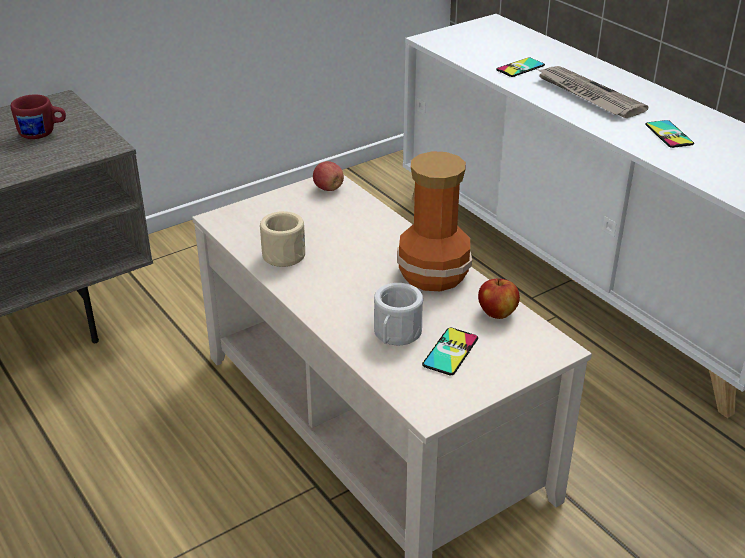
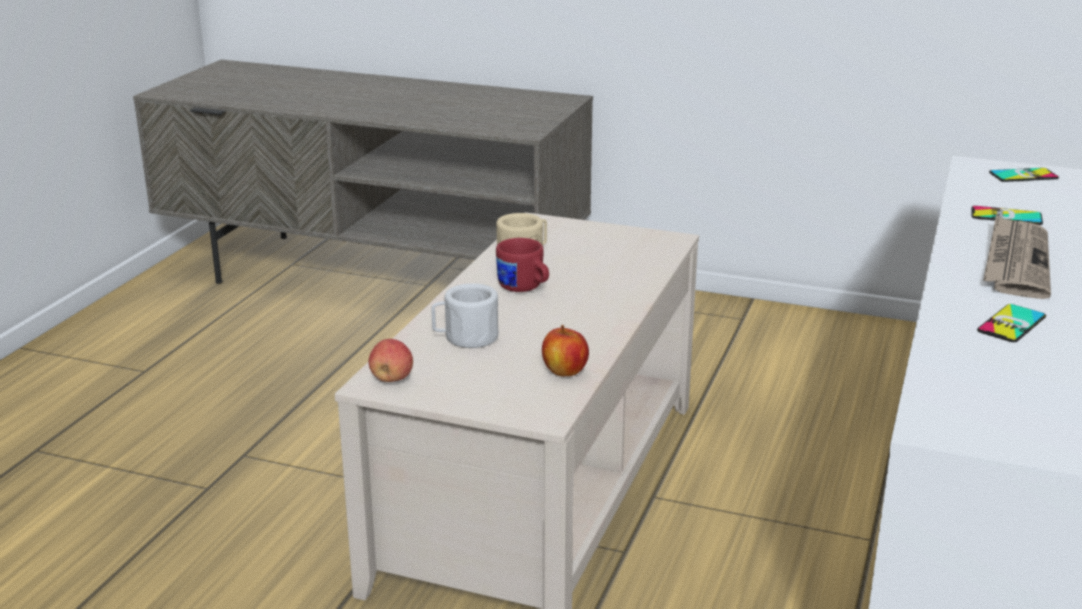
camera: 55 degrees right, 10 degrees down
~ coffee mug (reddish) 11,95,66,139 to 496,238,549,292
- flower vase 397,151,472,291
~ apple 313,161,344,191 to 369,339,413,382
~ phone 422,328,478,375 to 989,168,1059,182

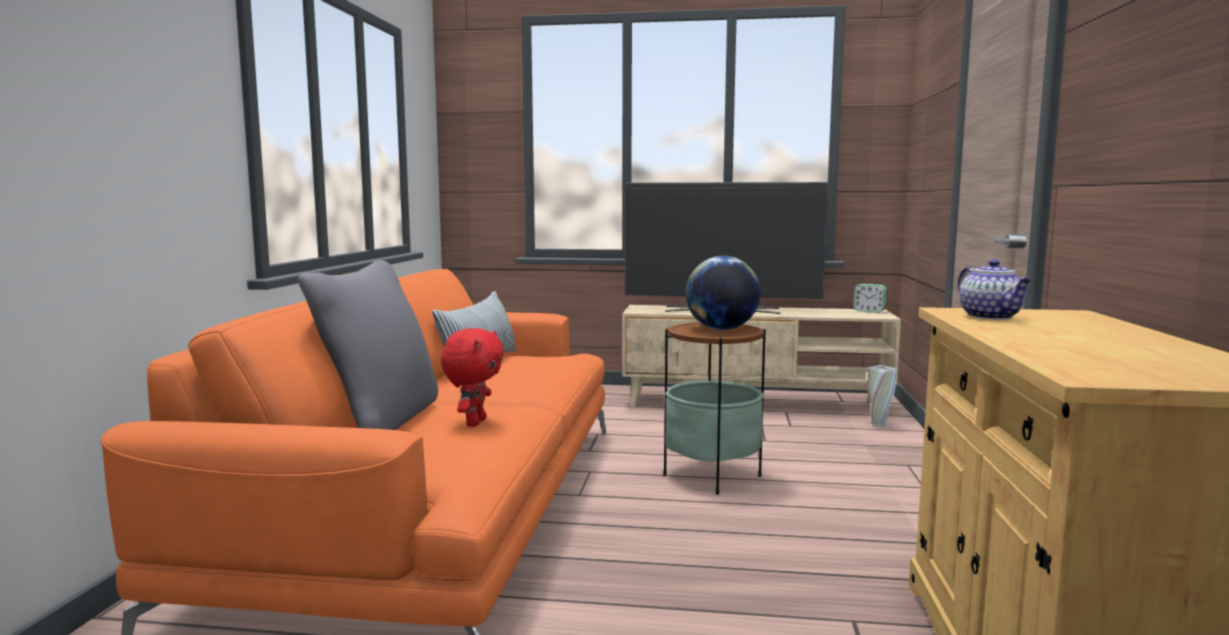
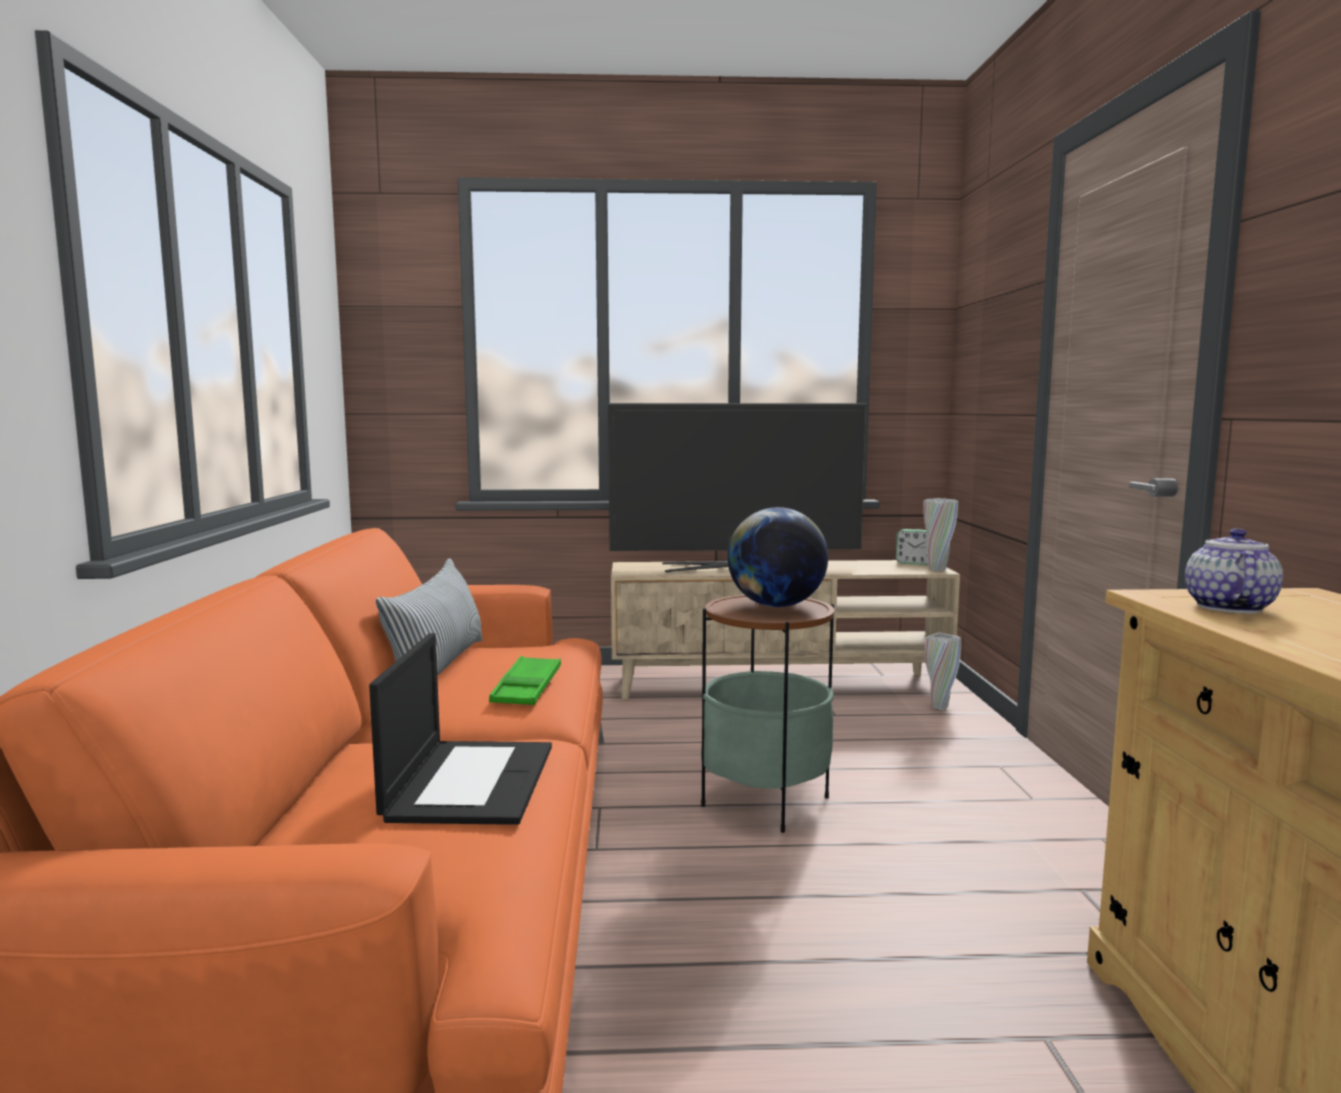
camera: 10 degrees left, 0 degrees up
~ tea pot 958,259,1032,320 = 1185,528,1283,613 135 degrees counterclockwise
- throw pillow (grey) 298,260,438,430
~ cuddly toy (reddish) 441,328,504,427 to portable computer 369,633,552,825
+ flower vase (white) 923,498,958,571
+ tray (greenish) 489,656,561,705

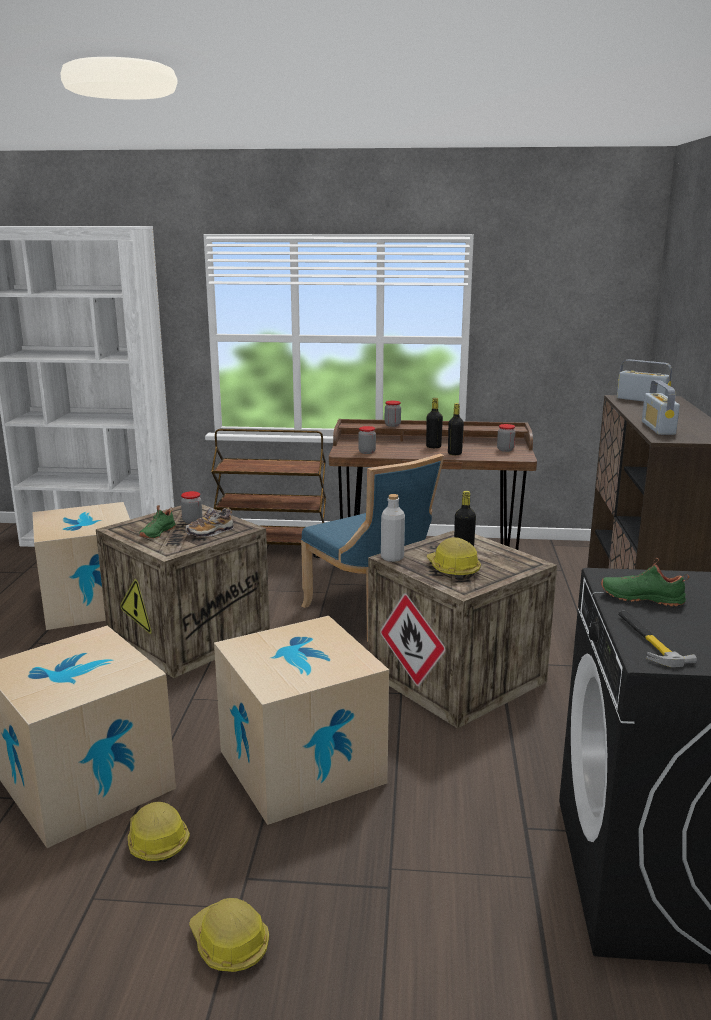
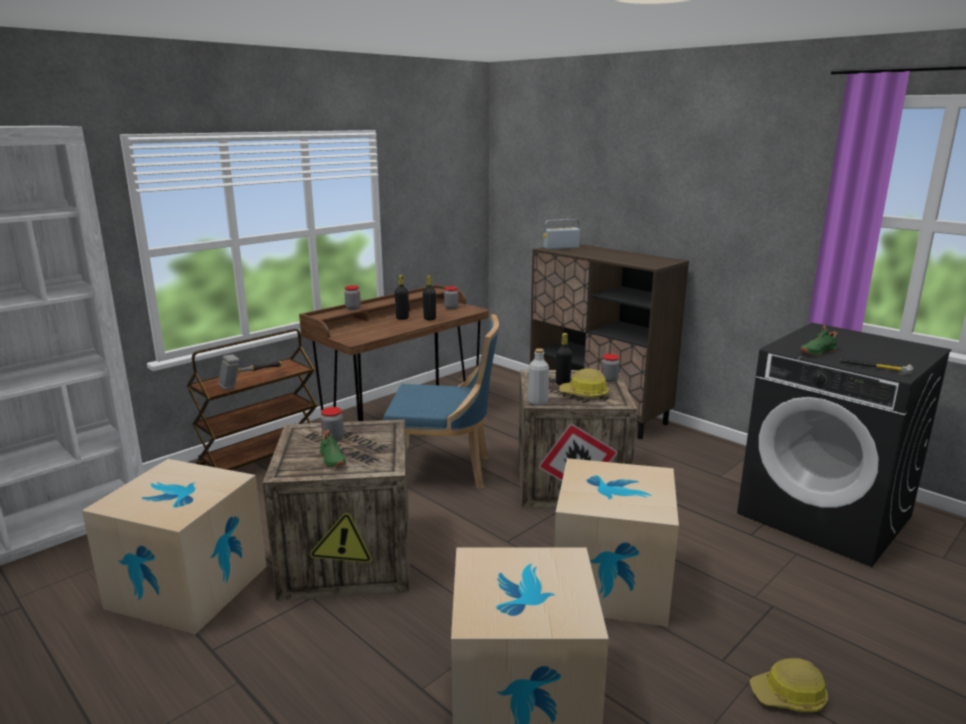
camera: 50 degrees left, 0 degrees up
- radio set 642,380,680,435
~ storage jar 358,426,376,454 to 601,354,620,382
- low shoe 185,508,234,537
- work helmet 128,802,190,863
+ hand hammer 218,354,283,390

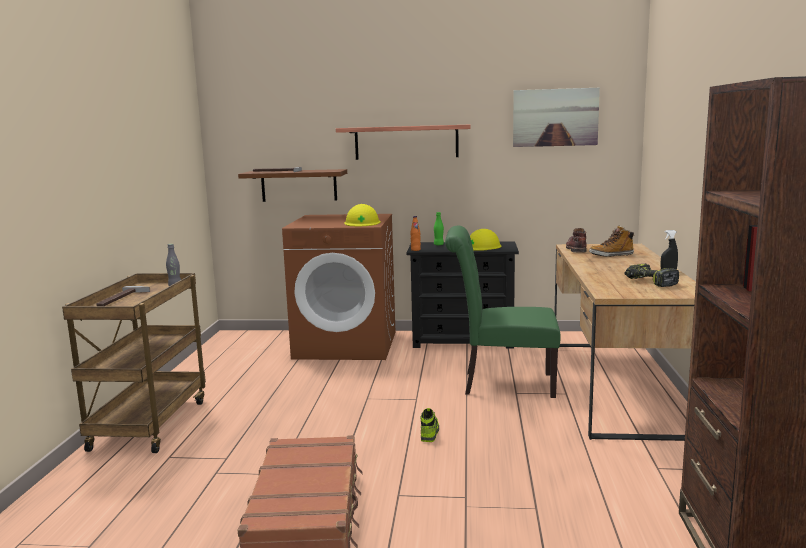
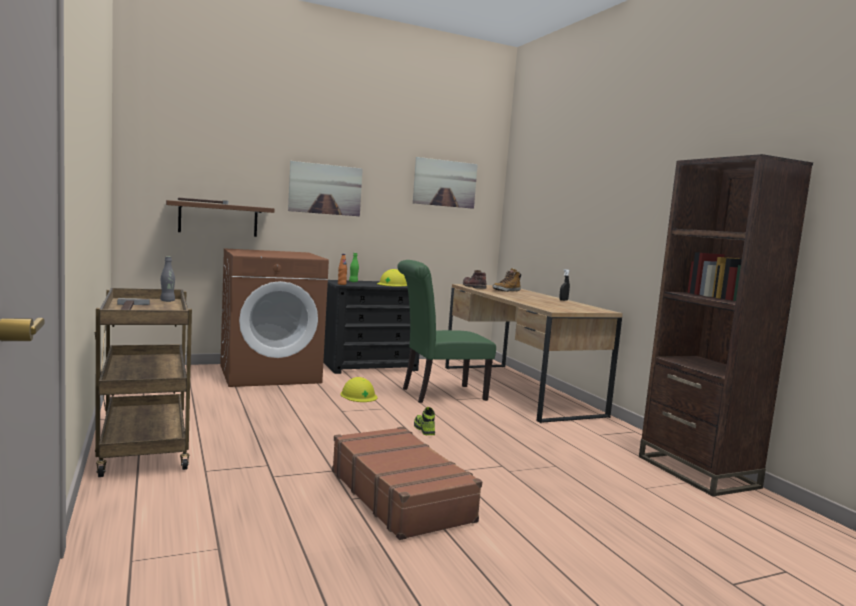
camera: 30 degrees left, 5 degrees down
~ wall shelf 336,125,470,160 to wall art 288,161,363,216
~ work helmet (yellowish) 344,204,380,226 to 340,377,378,402
- power drill 625,264,679,287

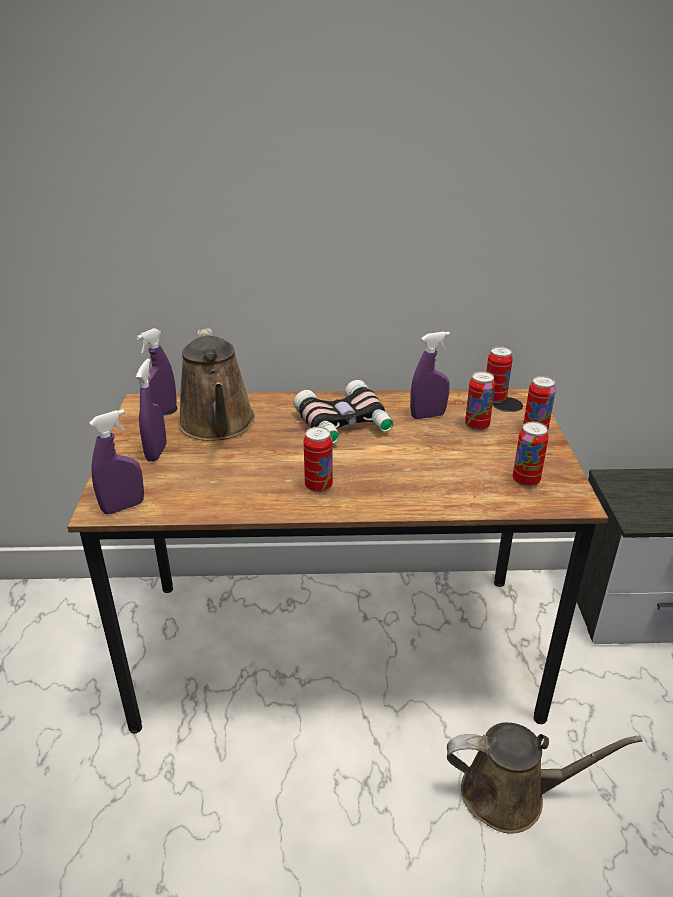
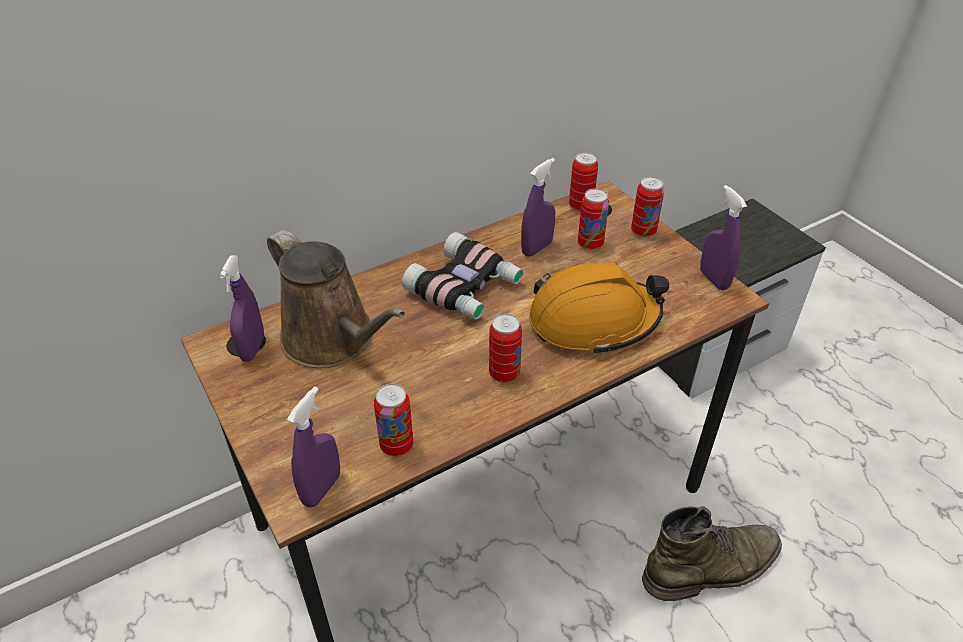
camera: 30 degrees left, 10 degrees up
~ sprayer (purple) 136,359,167,462 to 700,185,747,290
~ metal can 513,422,549,487 to 374,383,413,457
~ watering pot (brown-coloured) 447,722,643,834 to high-top boot (greenish) 642,506,782,601
+ work helmet (orangey) 529,263,669,355

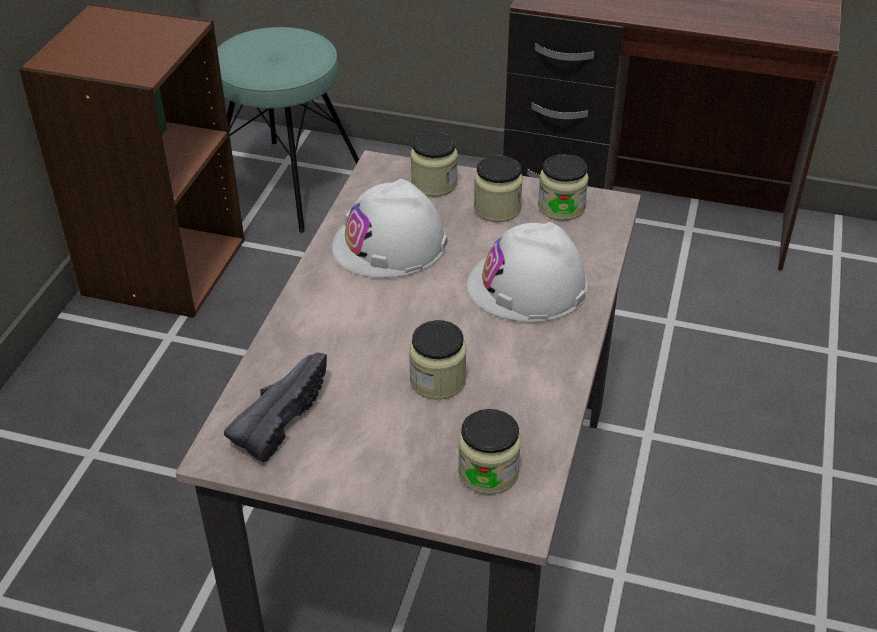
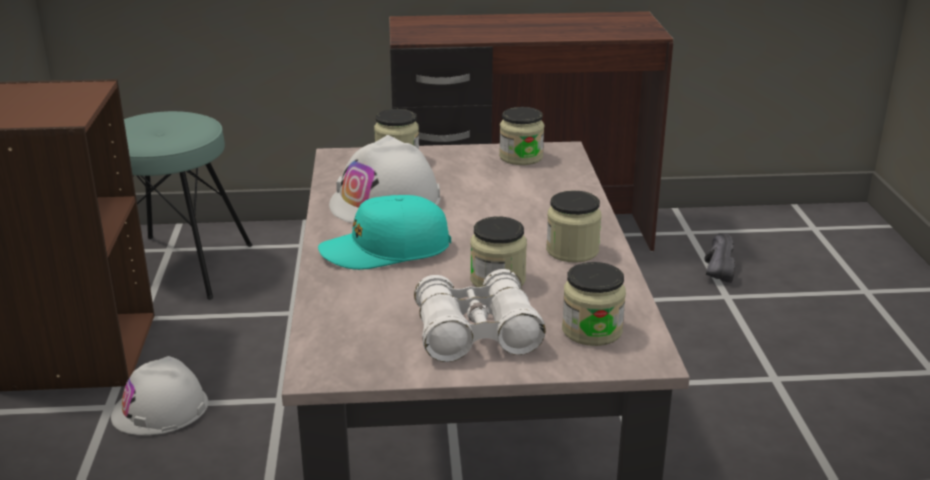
camera: 20 degrees left, 15 degrees down
~ storage jar 474,156,523,222 to 546,191,601,263
~ work helmet (white) 467,222,589,322 to 111,356,209,435
~ low shoe (blackish) 224,352,327,462 to 704,233,735,283
+ cap (turquoise-coloured) 318,195,451,270
+ binoculars (white) 414,269,546,362

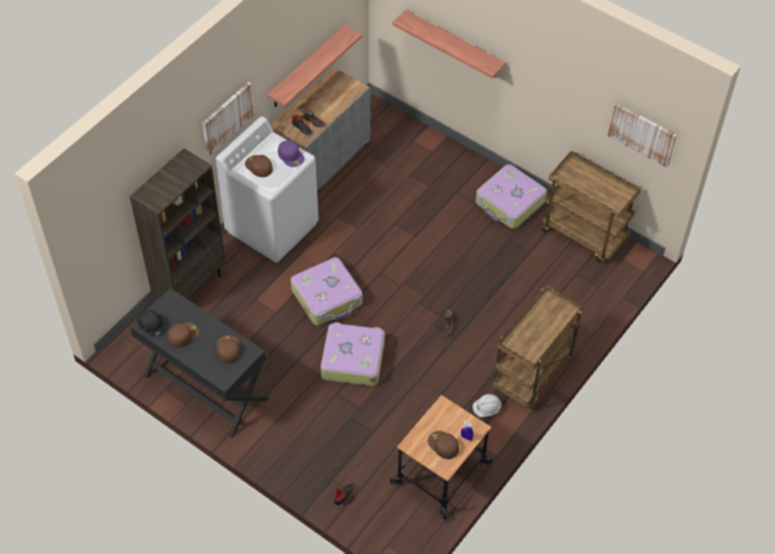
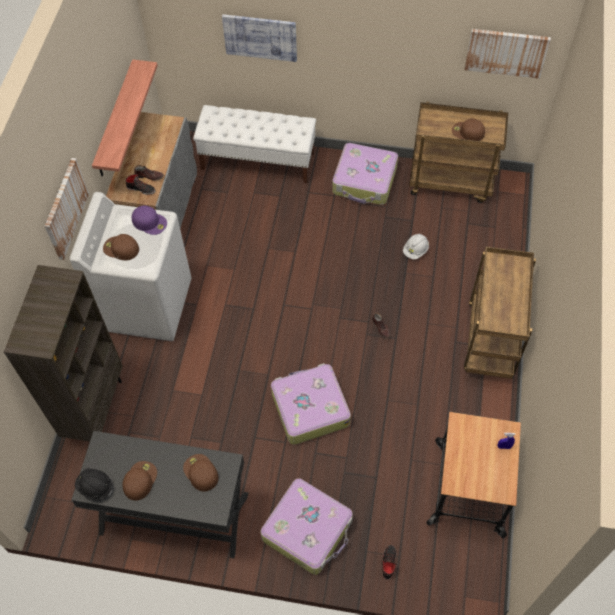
camera: 25 degrees left, 5 degrees up
~ wall shelf 392,10,506,79 to wall art 222,14,297,62
~ suitcase 291,257,363,325 to 261,478,353,575
~ work helmet (white) 473,394,502,417 to 403,234,429,259
~ cap (brown-coloured) 428,431,459,459 to 452,118,485,141
+ indoor bench (white) 193,105,316,183

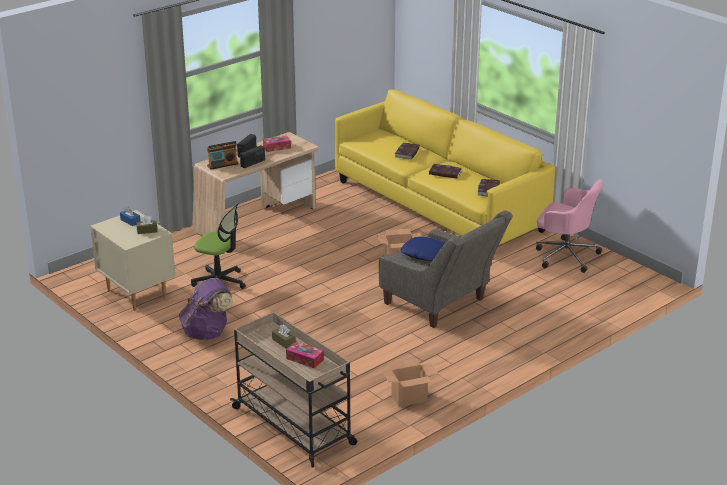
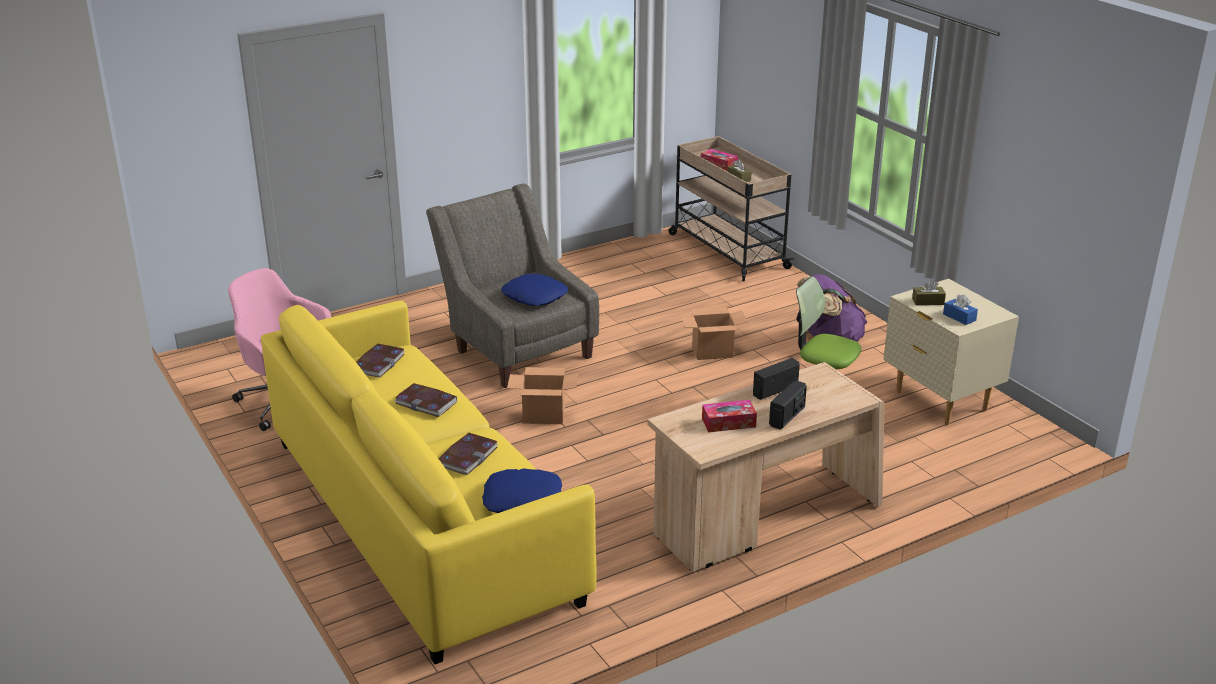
camera: 170 degrees left, 0 degrees up
- radio set 207,141,239,170
~ cardboard box 382,358,438,407 to 680,307,748,360
+ throw pillow (blue) 482,468,562,513

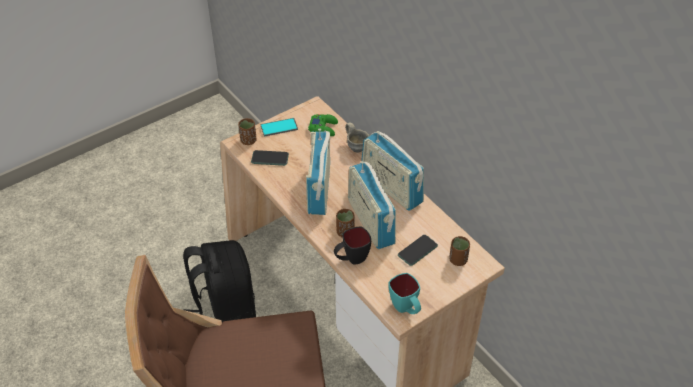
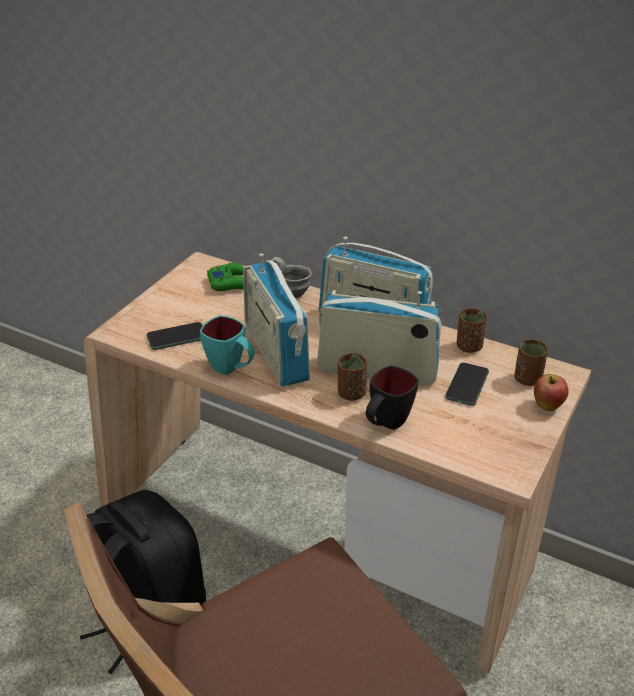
camera: 25 degrees left, 10 degrees down
~ cup (brown-coloured) 238,118,257,145 to 457,308,487,353
- phone 261,118,298,136
~ radio set 348,161,396,249 = 317,290,441,386 150 degrees clockwise
~ coffee mug (turquoise-coloured) 388,273,421,314 to 200,316,255,375
+ apple 534,374,569,411

